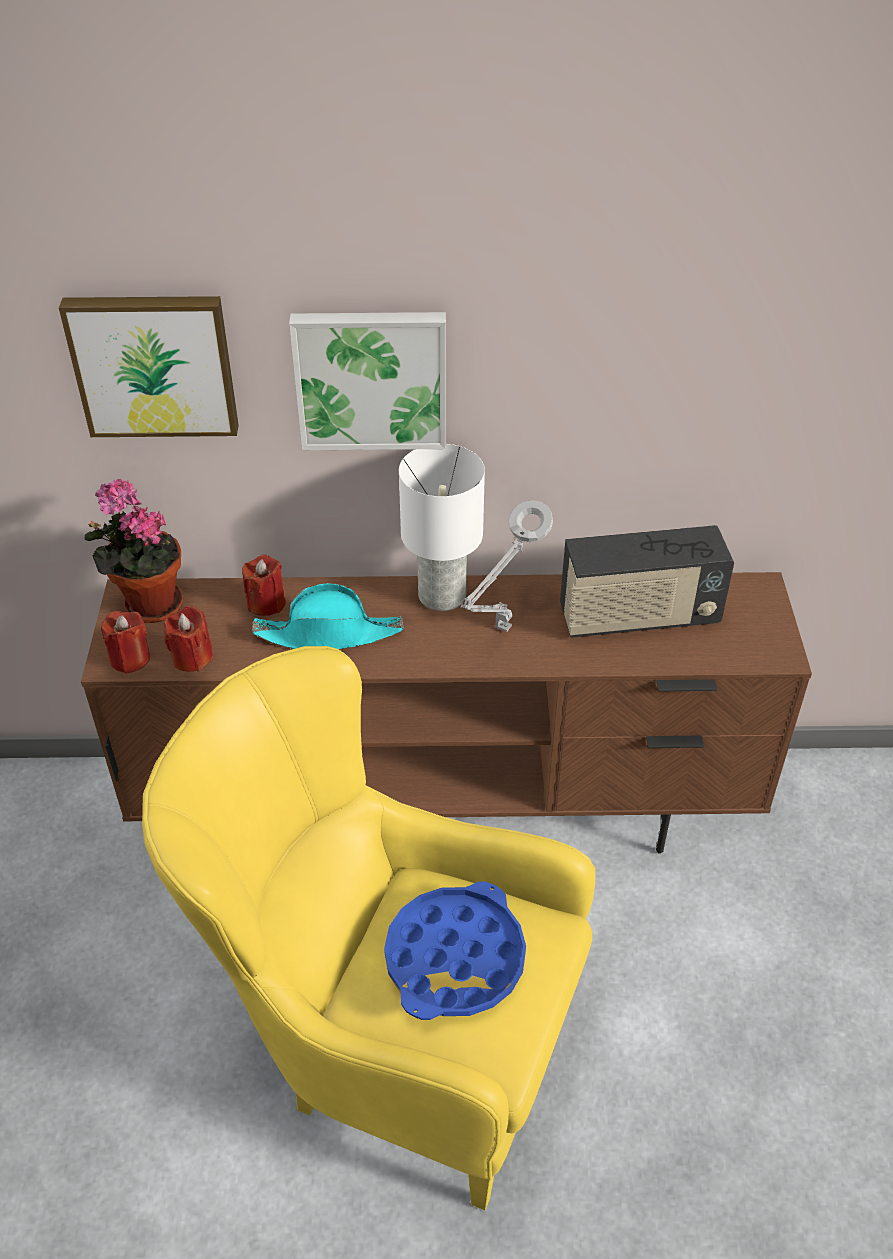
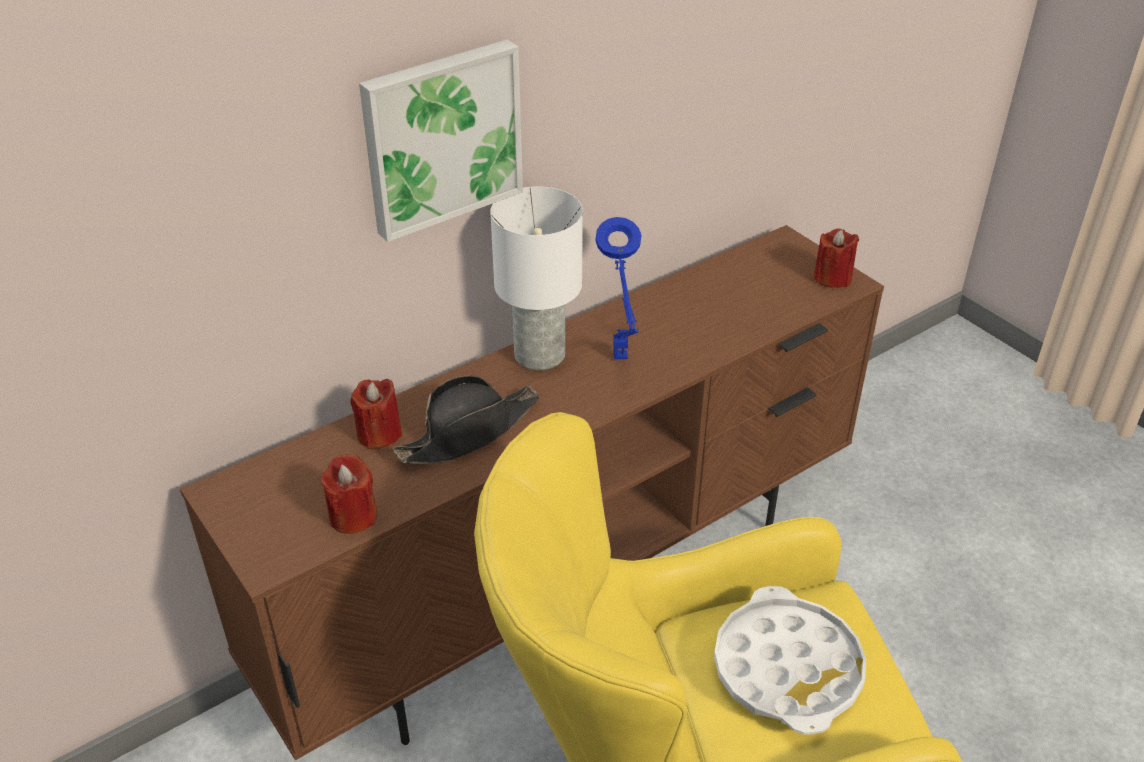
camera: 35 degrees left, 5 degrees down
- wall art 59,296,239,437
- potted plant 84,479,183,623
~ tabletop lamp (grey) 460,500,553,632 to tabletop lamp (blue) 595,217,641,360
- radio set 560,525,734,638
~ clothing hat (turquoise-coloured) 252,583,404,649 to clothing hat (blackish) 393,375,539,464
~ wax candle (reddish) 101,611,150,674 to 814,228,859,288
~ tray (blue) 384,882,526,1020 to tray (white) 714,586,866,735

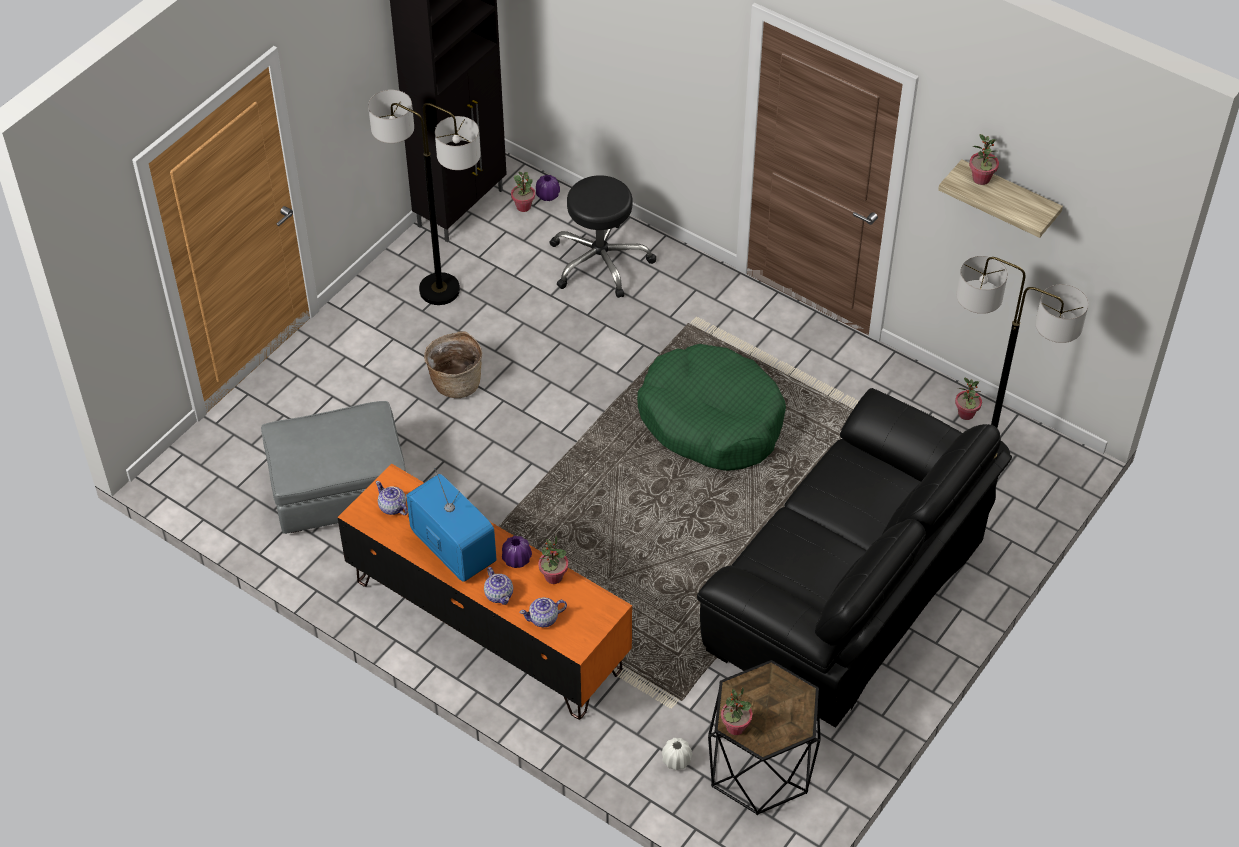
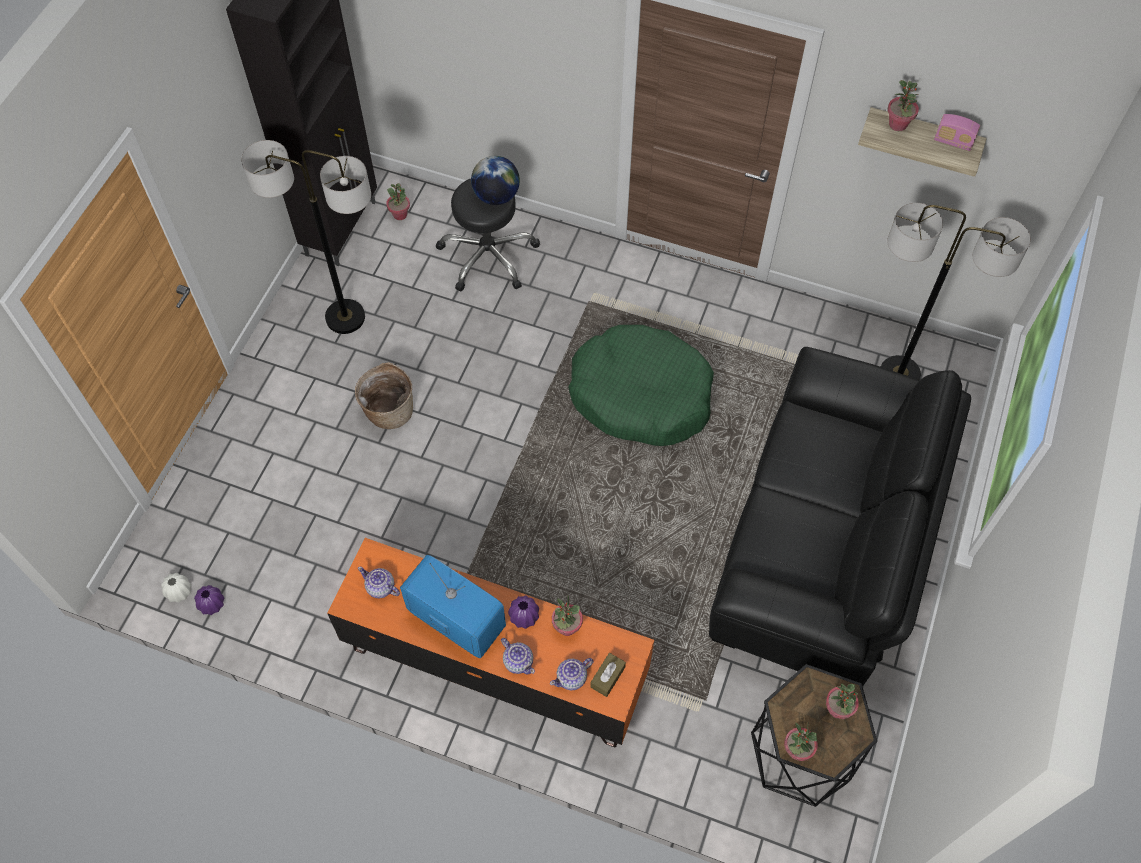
camera: 15 degrees left, 10 degrees up
~ flower vase (purple) 536,175,560,201 to 194,585,224,615
~ potted plant 955,378,982,420 to 826,683,859,719
- footrest (grey) 261,401,406,534
~ flower vase (white) 662,738,692,770 to 161,573,191,603
+ radio set 934,114,980,151
+ world globe 471,156,520,205
+ tissue box (brown-coloured) 590,653,626,697

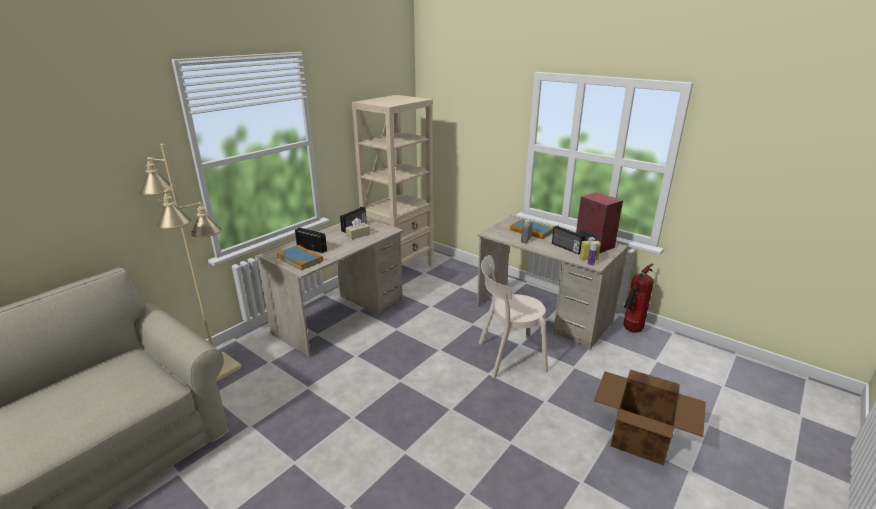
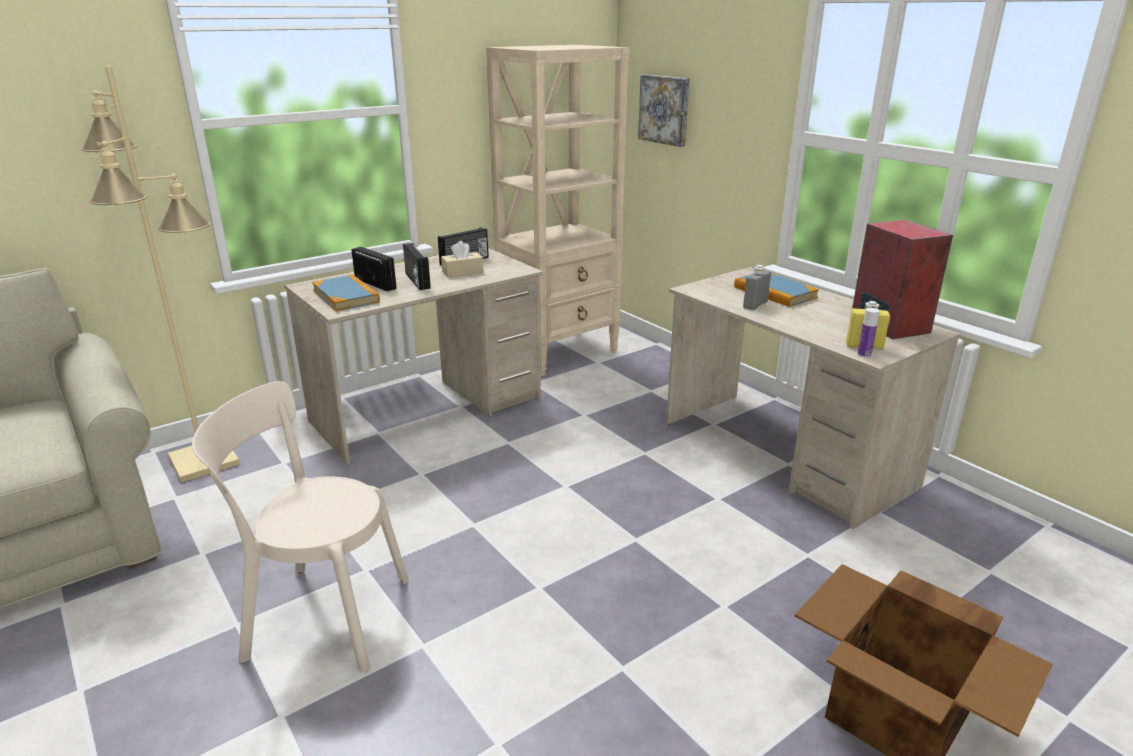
camera: 15 degrees right, 0 degrees up
~ radio set 552,226,585,255 to 403,243,431,290
~ plain chair (sand-coloured) 479,255,548,378 to 192,381,409,673
- fire-fighting cylinder 624,264,654,333
+ wall art 638,75,690,147

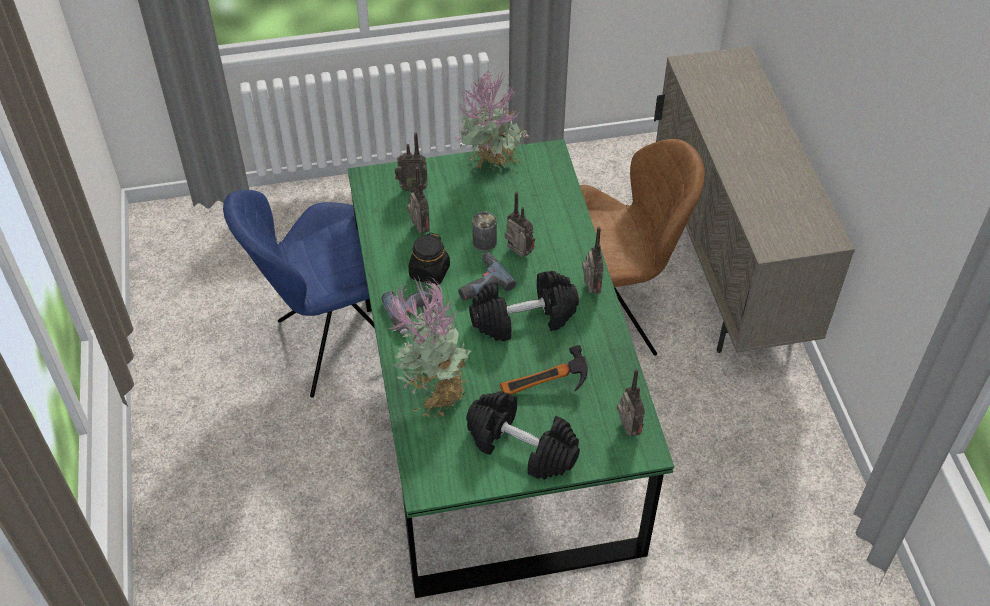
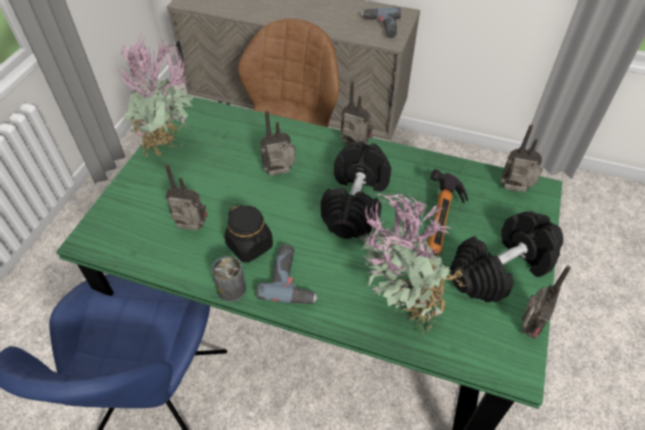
camera: 60 degrees left, 0 degrees up
~ radio set 395,133,428,193 to 522,266,571,340
~ metal can 472,212,497,251 to 212,256,246,302
~ power drill 458,252,516,301 to 361,8,401,38

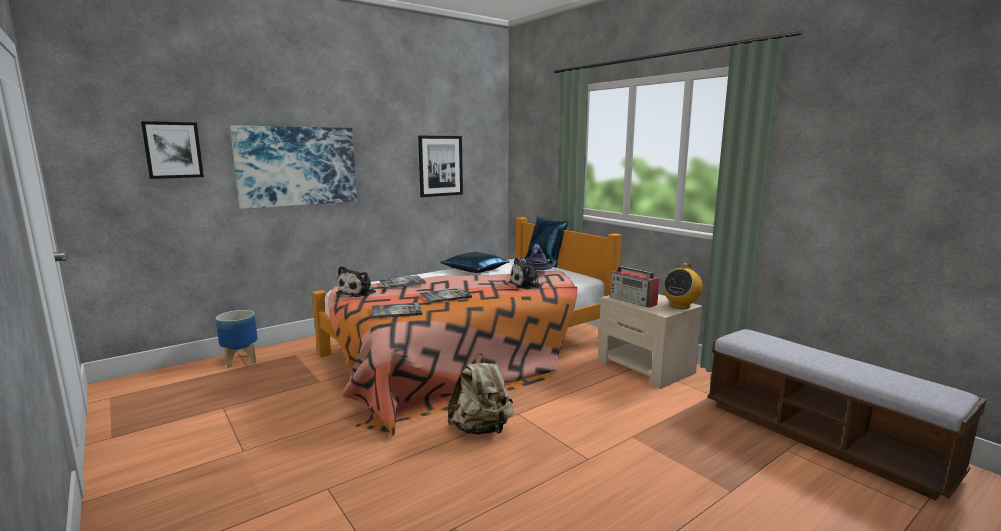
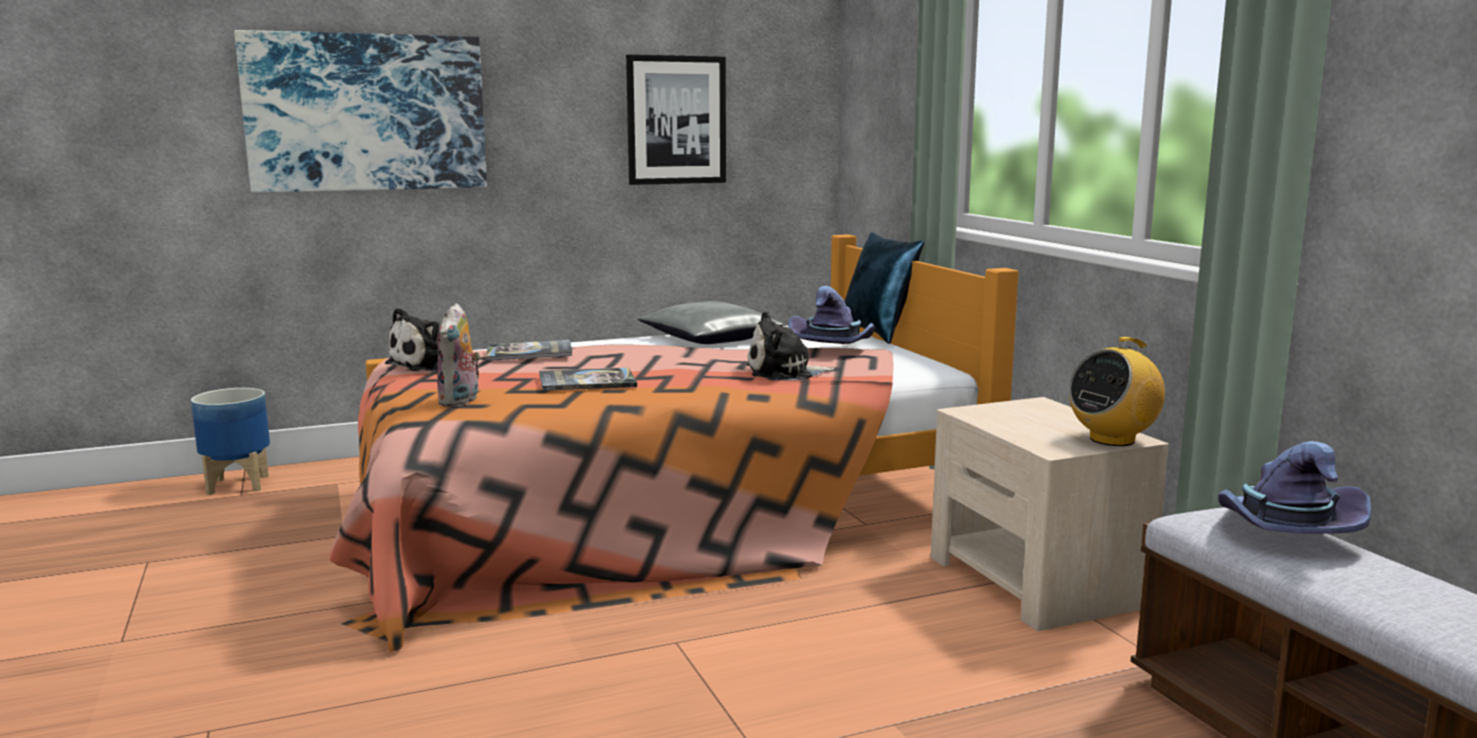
camera: 15 degrees right, 0 degrees up
- wall art 141,121,204,179
~ throw pillow (blue) 440,252,510,273 to throw pillow (grey) 638,301,784,344
- radio set 610,266,659,308
~ volume 372,303,422,318 to cuddly toy 437,303,481,407
- rucksack (sand-coloured) 447,353,514,435
+ clothing hat (purple) 1218,441,1371,534

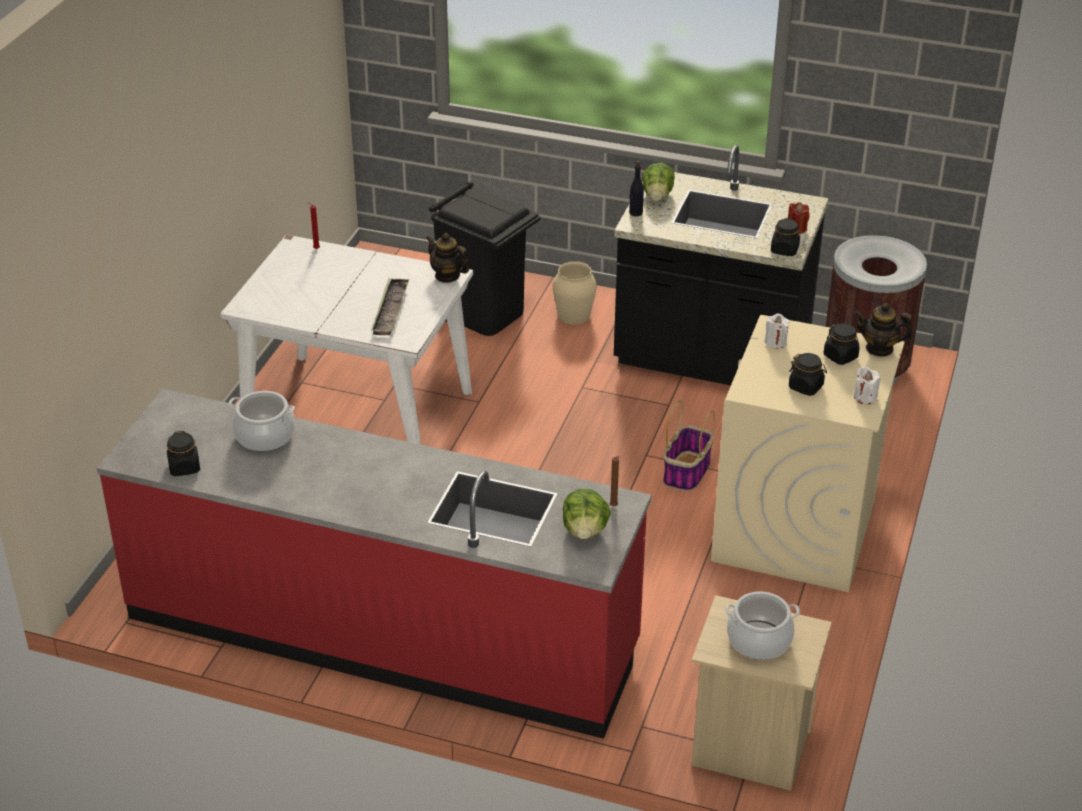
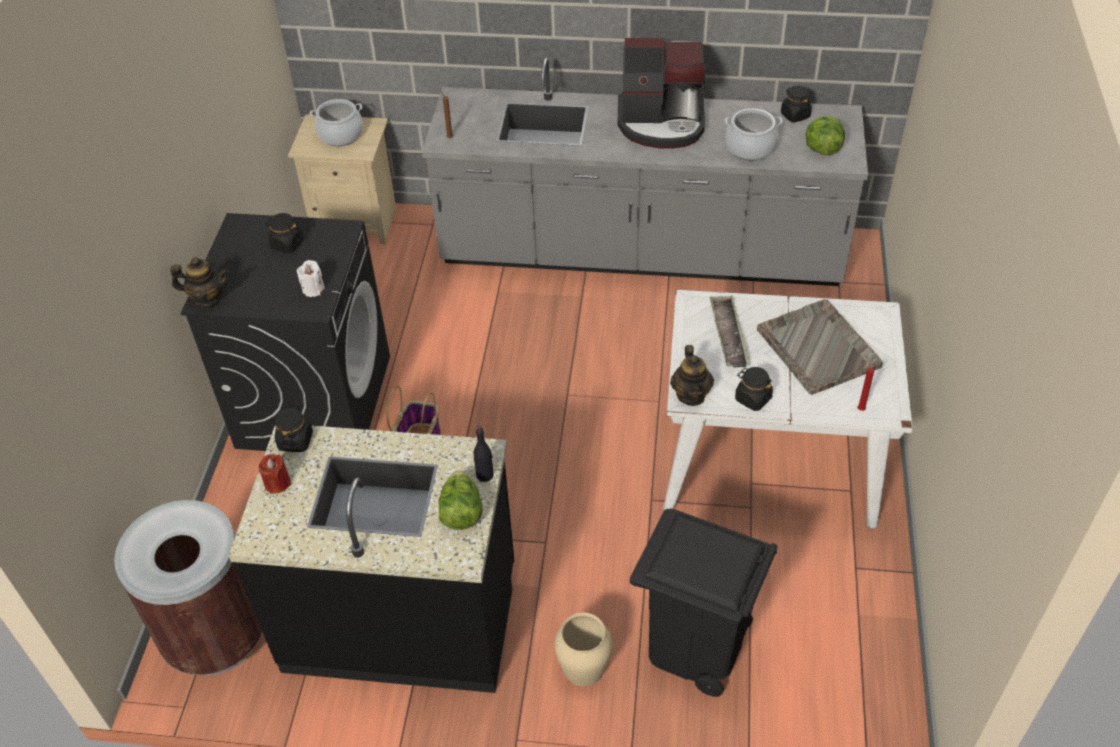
camera: 170 degrees right, 10 degrees up
~ tea pot 426,233,469,283 = 670,345,714,406 60 degrees clockwise
~ laundry machine (sand-coloured) 711,315,905,592 to laundry machine (blackish) 180,213,390,451
~ storage jar (blackish) 824,323,860,365 to 735,367,773,411
- wax candle (white) 854,366,881,404
~ counter (reddish) 97,389,652,739 to counter (grey) 422,58,868,286
~ lettuce head 563,488,611,539 to 805,116,845,155
+ coffee maker 618,38,706,149
+ tray (grey) 757,299,883,395

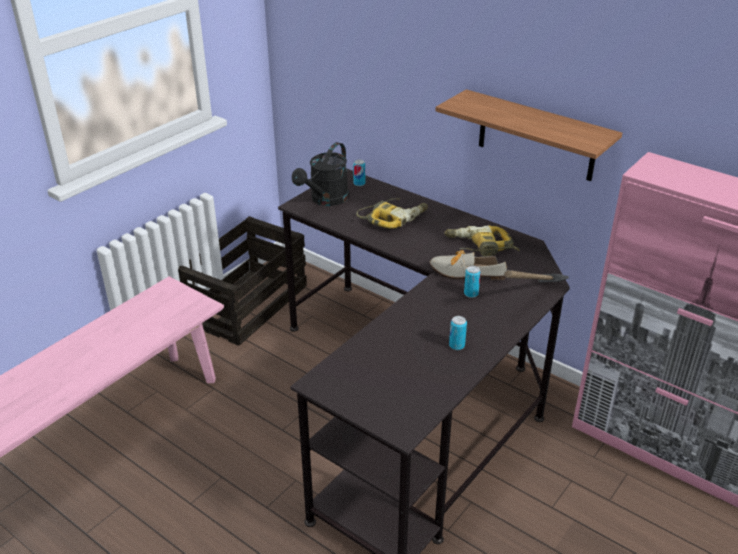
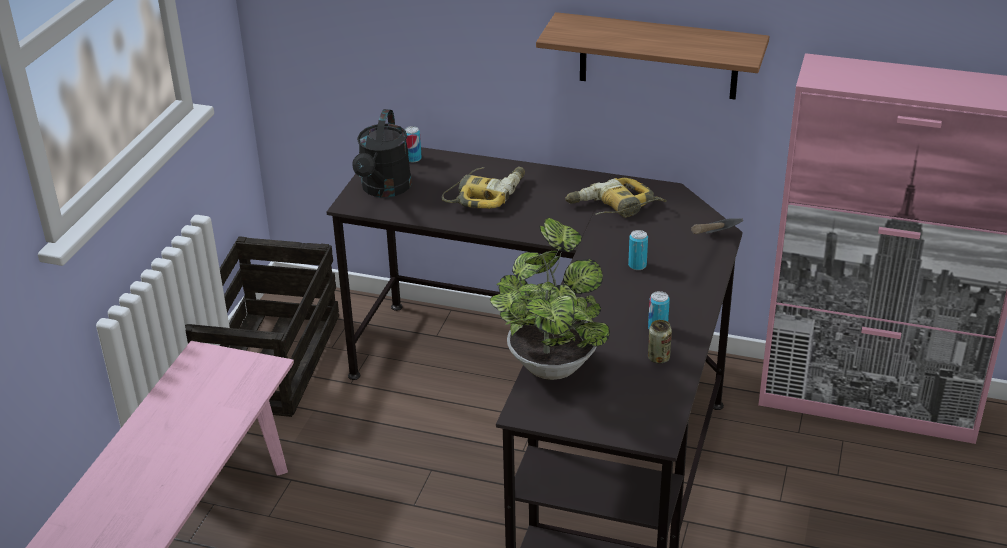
camera: 20 degrees left, 0 degrees up
- low shoe 430,250,507,280
+ potted plant 490,218,610,380
+ metal can 648,320,672,364

